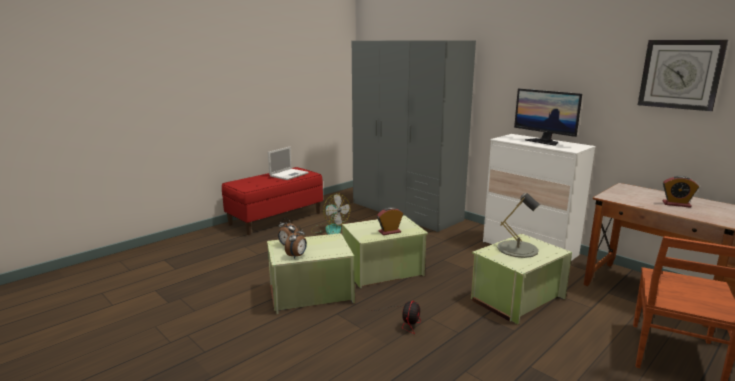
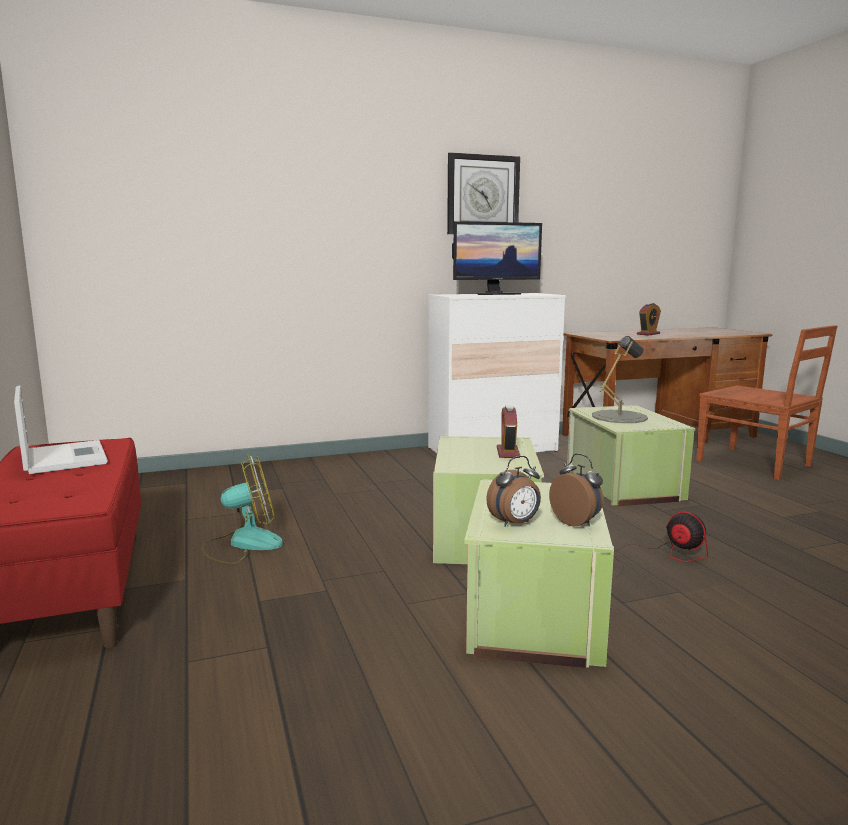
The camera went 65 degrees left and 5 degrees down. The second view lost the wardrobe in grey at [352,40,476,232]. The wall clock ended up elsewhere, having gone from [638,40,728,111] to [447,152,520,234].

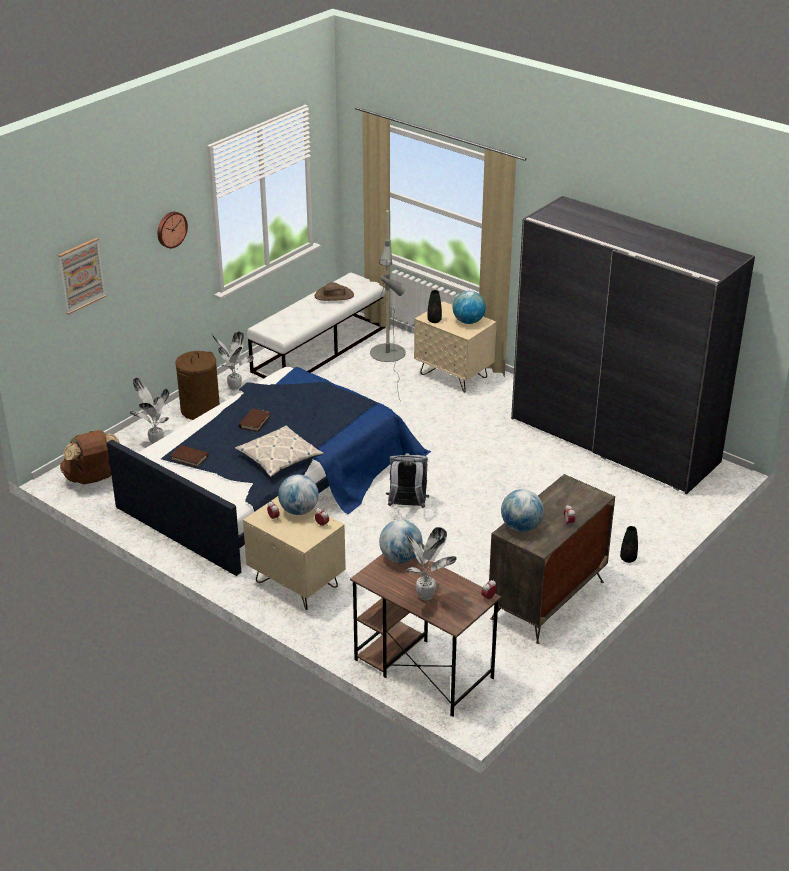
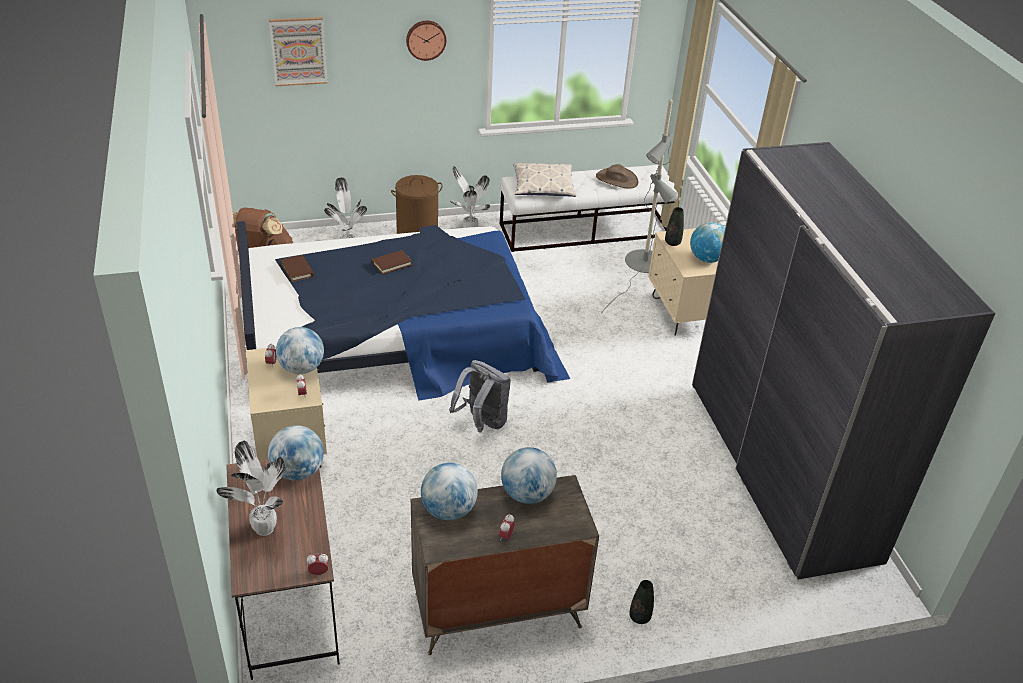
The camera went 35 degrees right and 5 degrees up. The pillow ended up elsewhere, having gone from [235,425,324,477] to [513,163,576,197]. The second view gained the globe at [501,447,557,504].

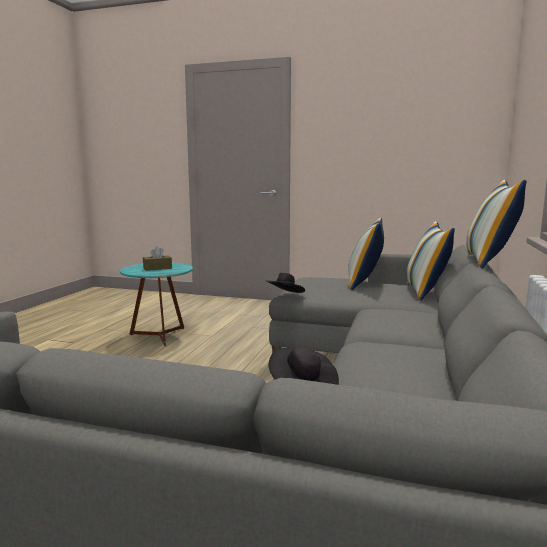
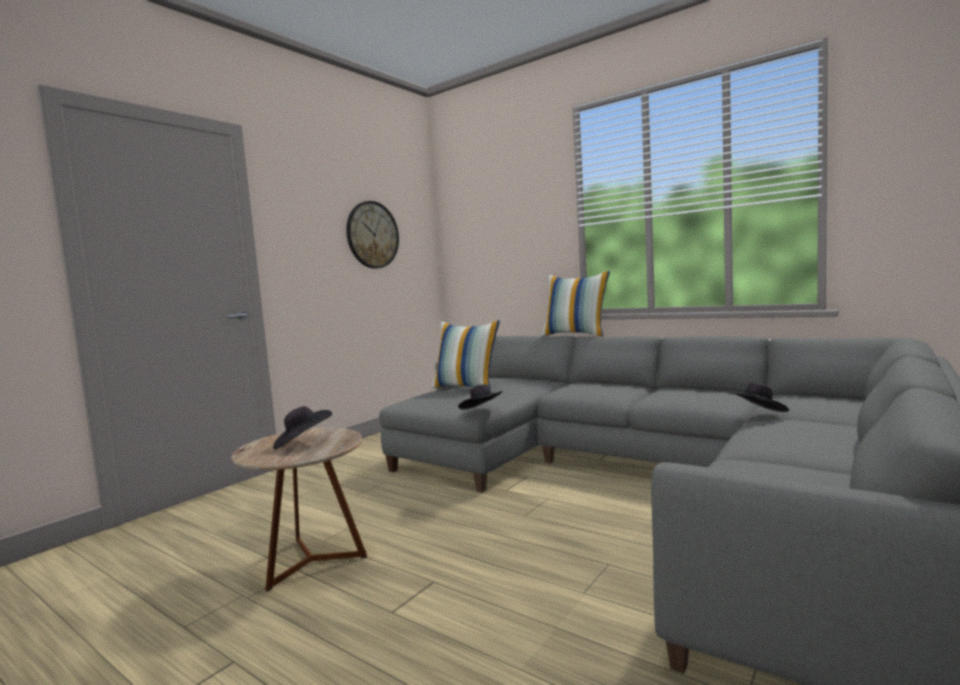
The camera went 70 degrees left and 5 degrees down. The second view lost the pillow at [407,221,455,301]. Where the tissue box in brown stood at [143,247,172,271], the hat in black came to stand at [273,406,332,450]. What was the side table in turquoise at [120,263,193,346] turned into the side table in brown at [231,428,367,592]. The second view gained the wall clock at [346,201,399,269].

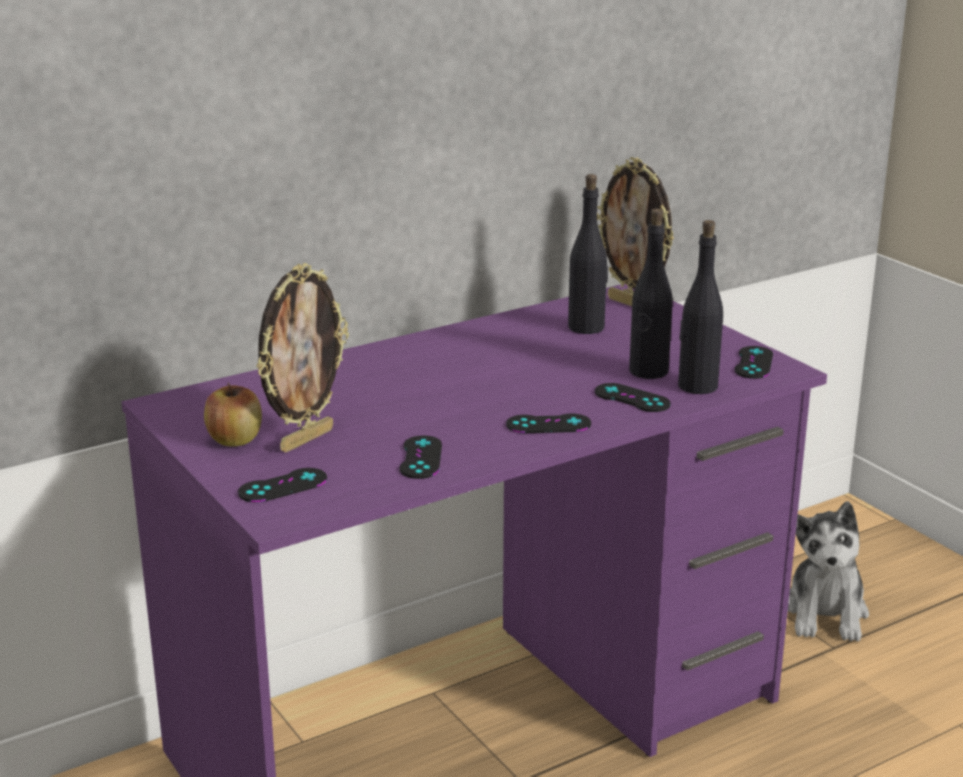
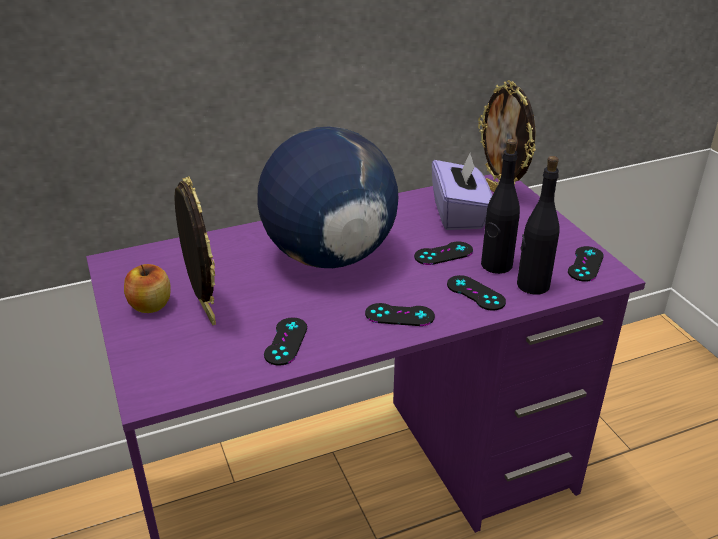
The camera went 10 degrees right and 10 degrees up. Where the bottle in black stood at [568,174,608,334], the tissue box in purple came to stand at [432,151,492,230]. The picture frame at [256,263,349,453] ended up facing another way, 75 degrees counterclockwise from before. The game controller in black ended up elsewhere, having gone from [238,468,327,503] to [414,241,473,265]. The second view lost the plush toy at [788,501,869,642]. The second view gained the globe at [258,126,398,268].

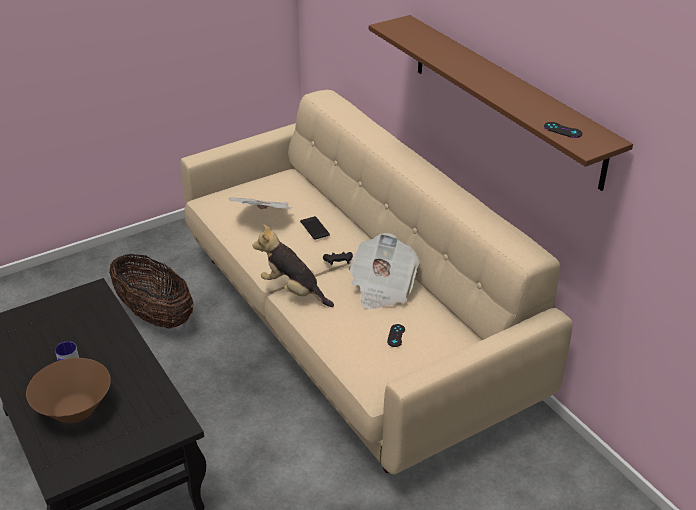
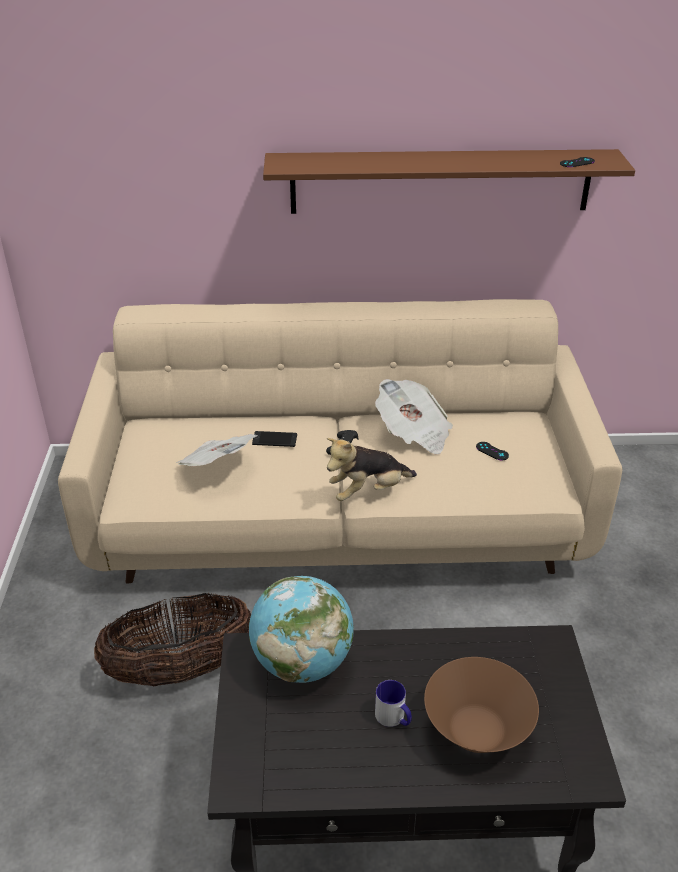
The camera went 60 degrees left and 0 degrees up. The second view gained the globe at [249,576,354,683].

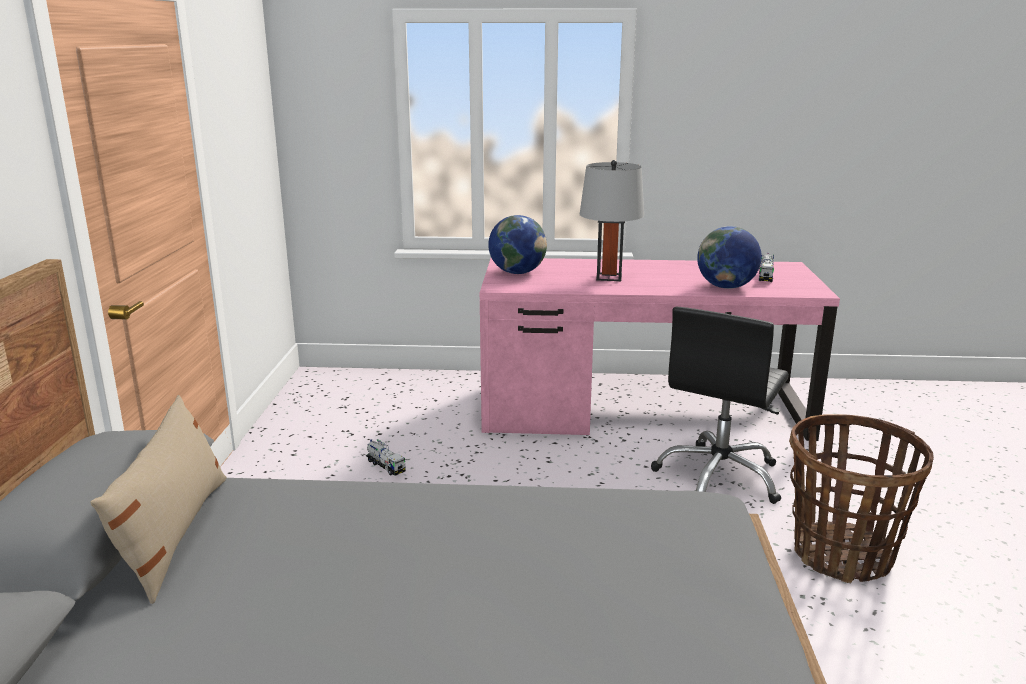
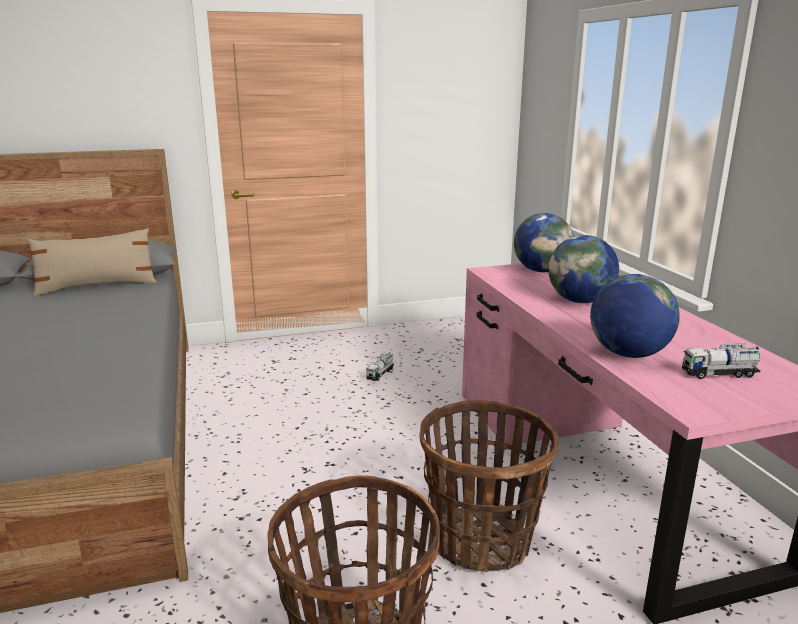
The camera went 70 degrees right and 0 degrees up. Where the table lamp in grey stood at [580,160,644,281], the globe came to stand at [548,235,619,303]. Where the office chair in black stood at [651,307,789,504], the basket came to stand at [420,400,559,572].

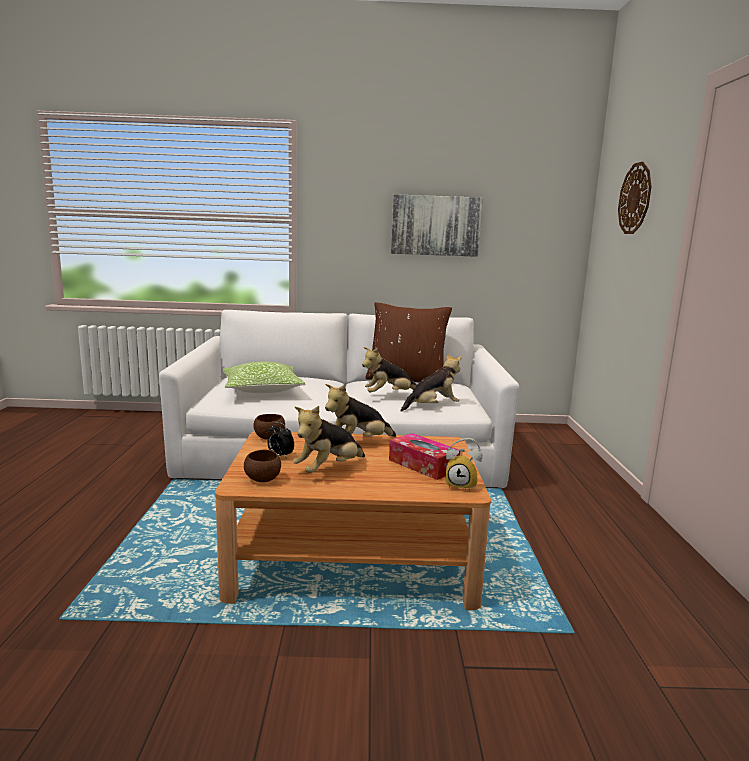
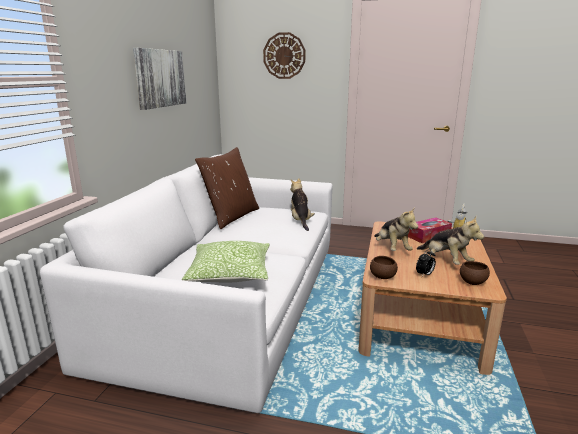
The camera went 75 degrees left and 5 degrees up. The second view lost the plush toy at [362,347,417,392].

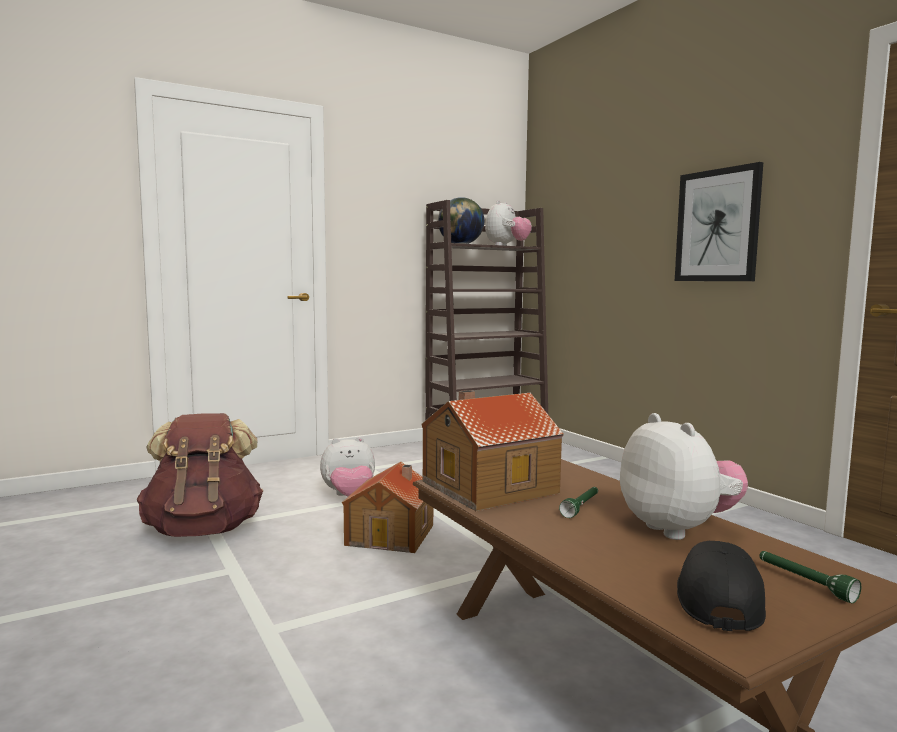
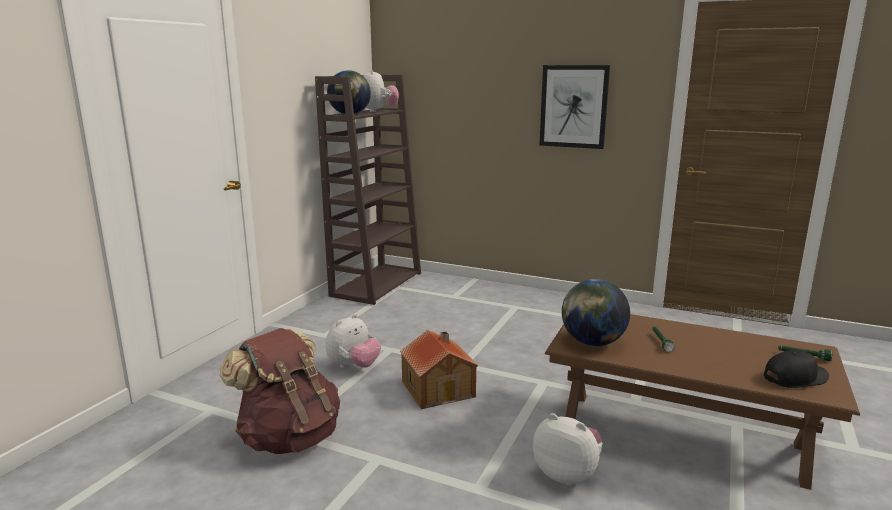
The camera went 35 degrees left and 10 degrees up. Where the toy house stood at [421,390,564,511], the globe came to stand at [562,279,630,346]. The plush toy ended up elsewhere, having gone from [620,413,748,540] to [533,413,603,487]. The cap in black at [677,541,766,631] ended up facing another way, 90 degrees clockwise from before.

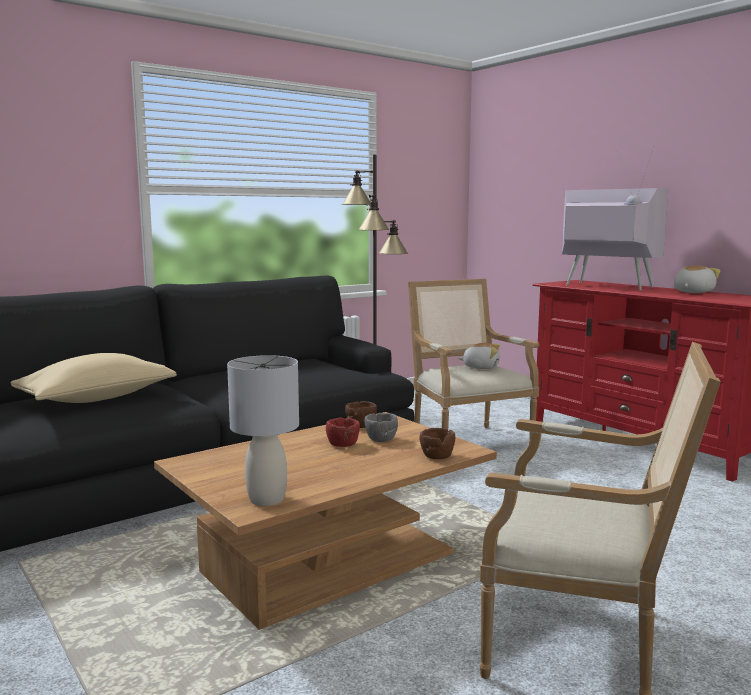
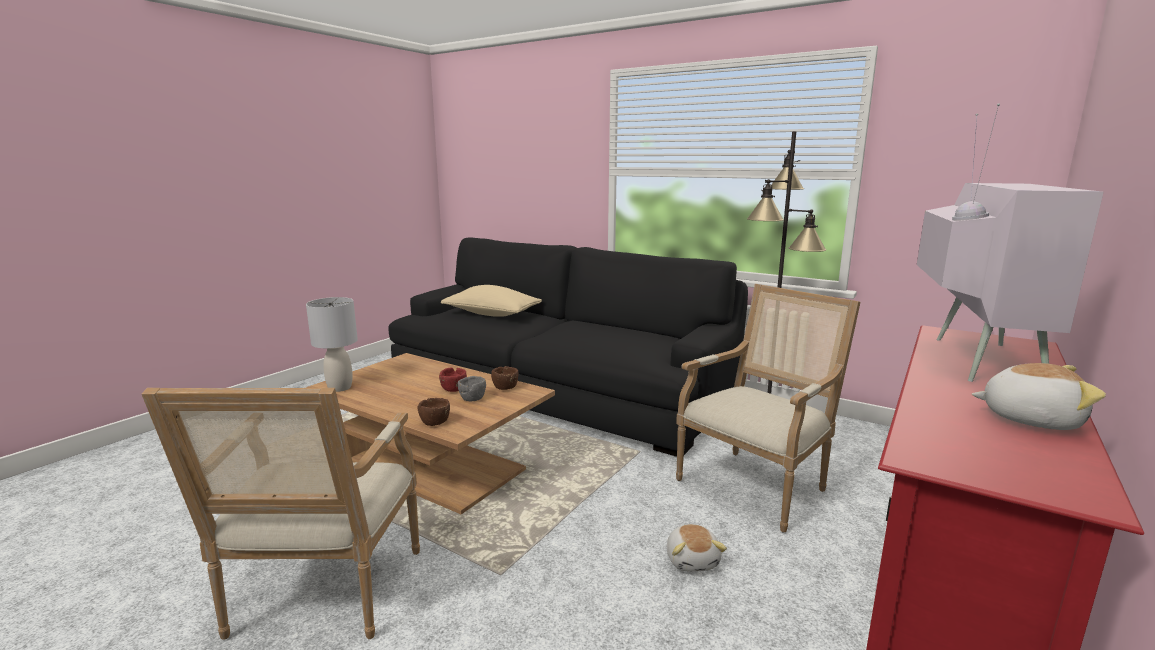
The camera went 70 degrees right and 5 degrees up. The plush toy ended up elsewhere, having gone from [458,343,500,369] to [667,524,727,572].

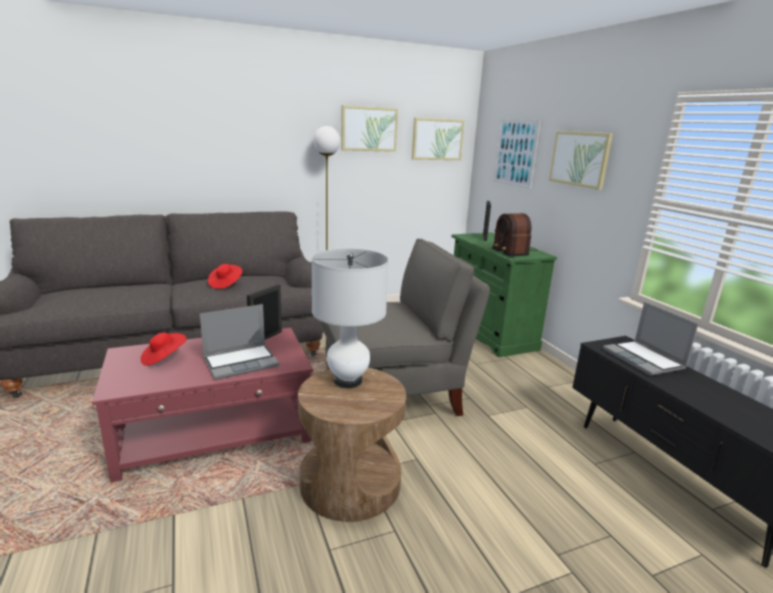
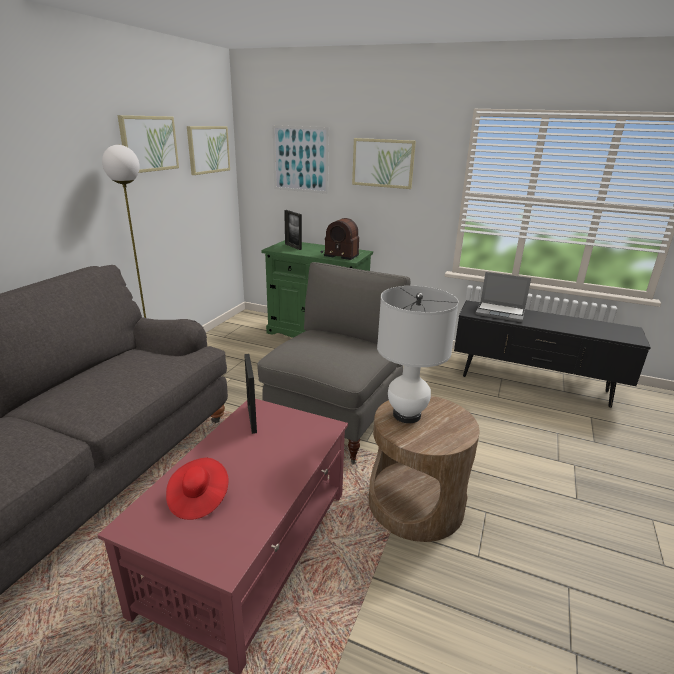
The camera went 45 degrees left and 5 degrees up. The second view lost the hat in red at [208,264,242,289]. The second view lost the laptop at [200,304,279,380].

